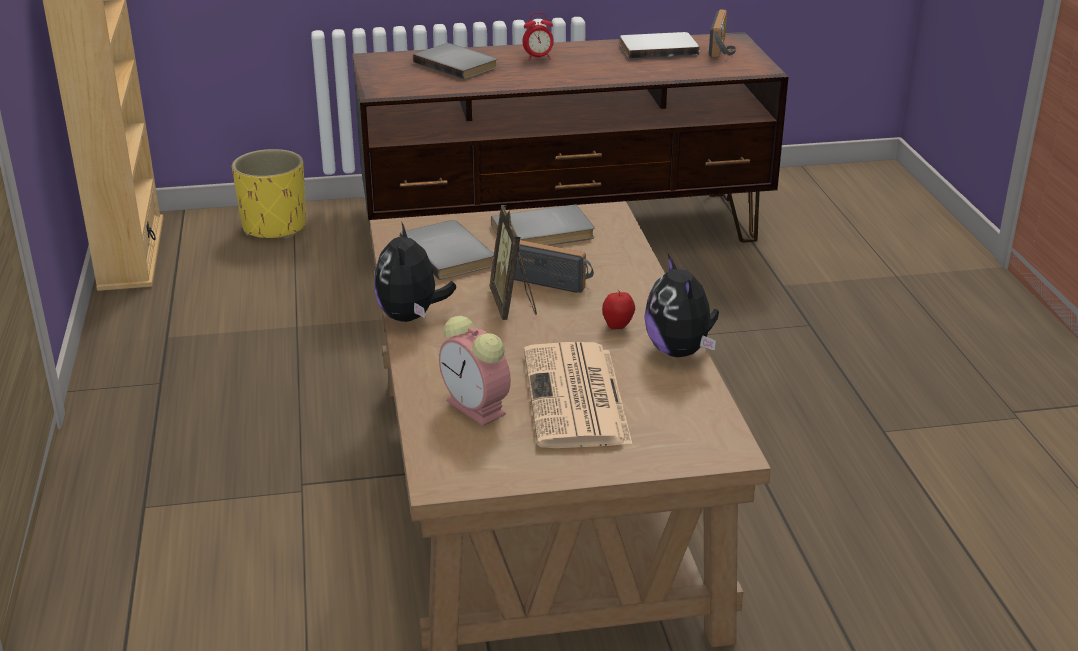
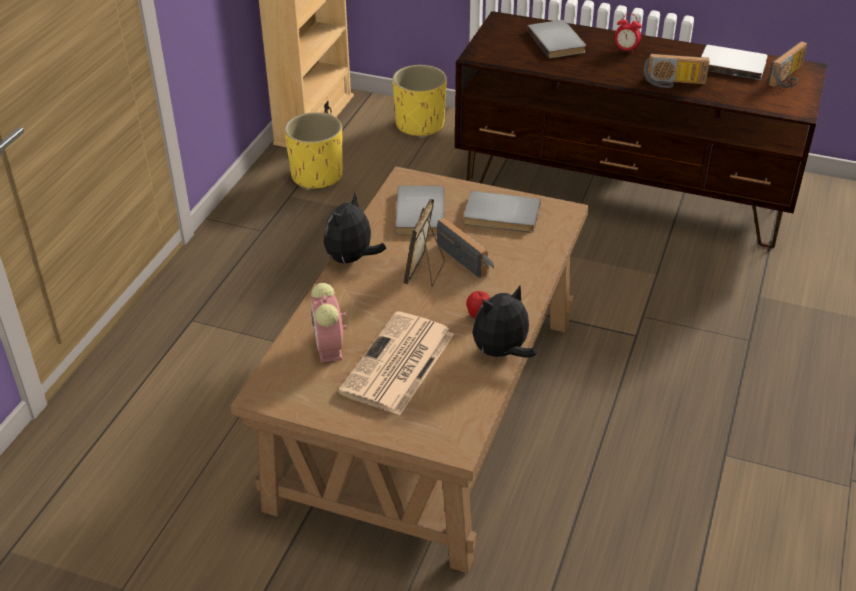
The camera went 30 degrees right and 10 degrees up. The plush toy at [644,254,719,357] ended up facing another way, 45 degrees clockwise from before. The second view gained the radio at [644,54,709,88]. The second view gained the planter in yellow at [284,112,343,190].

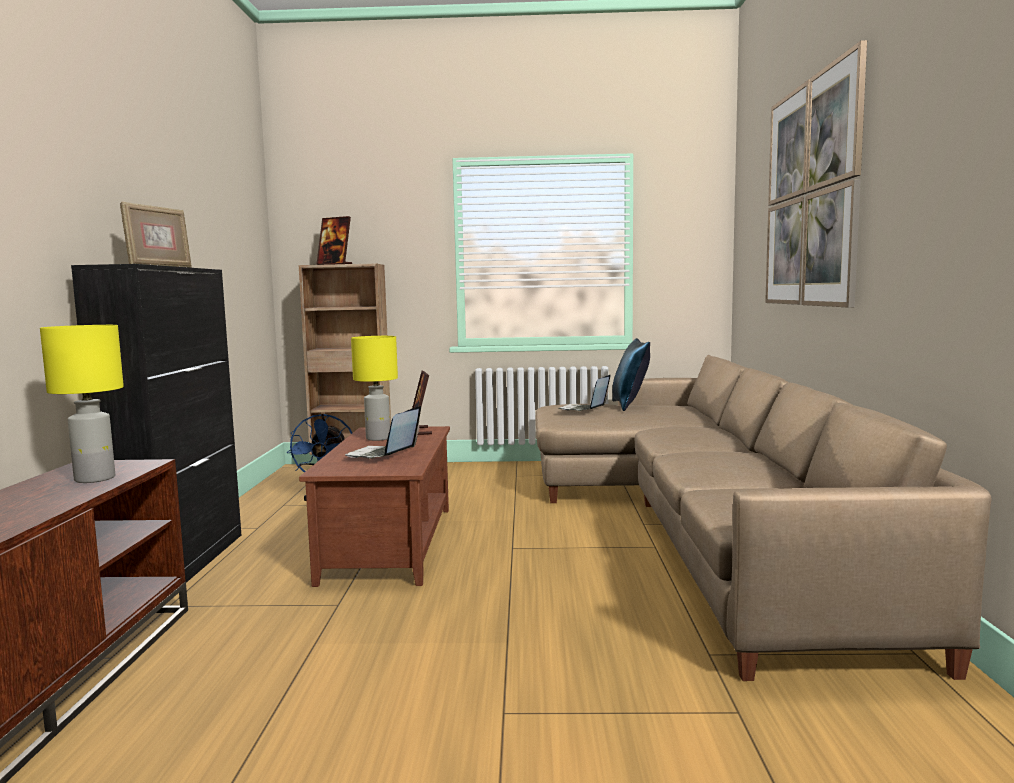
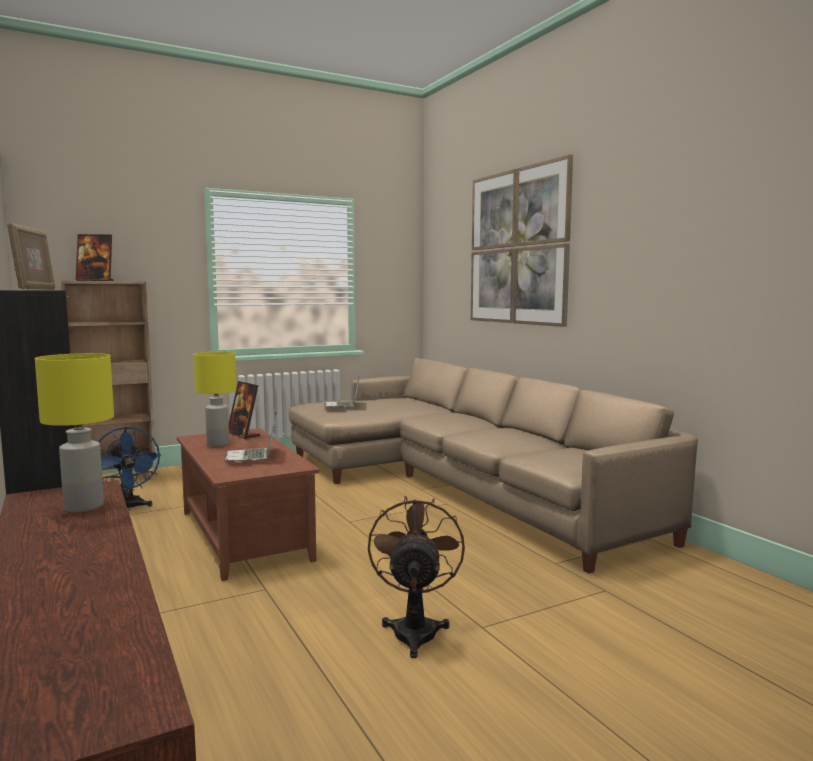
The camera went 30 degrees left and 0 degrees up. The second view lost the pillow in blue at [612,338,650,411]. The second view gained the fan in brown at [368,496,465,658].

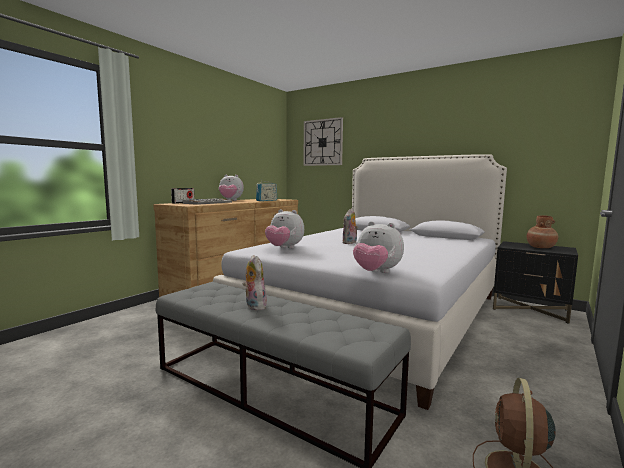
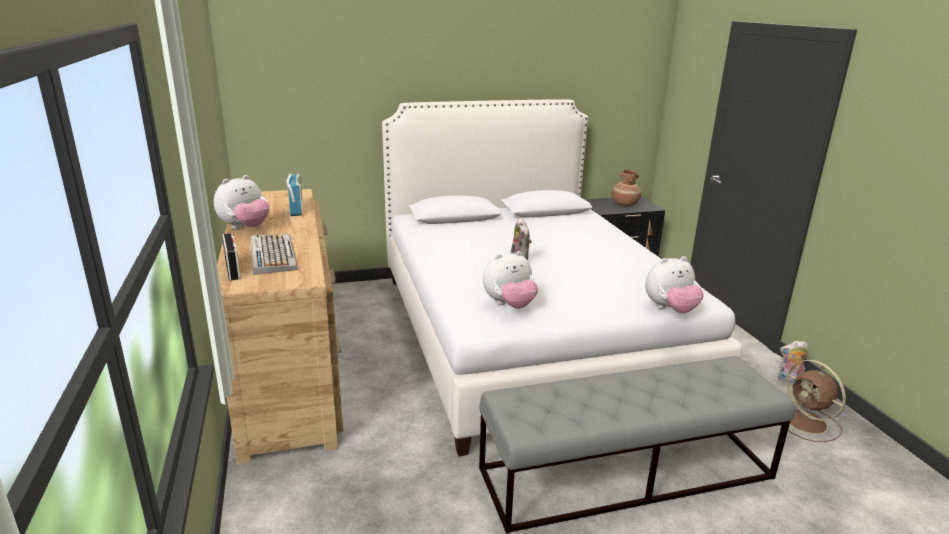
The camera went 50 degrees left and 15 degrees up. The second view lost the wall clock at [303,117,343,166]. The plush toy ended up elsewhere, having gone from [243,255,267,310] to [778,341,809,384].

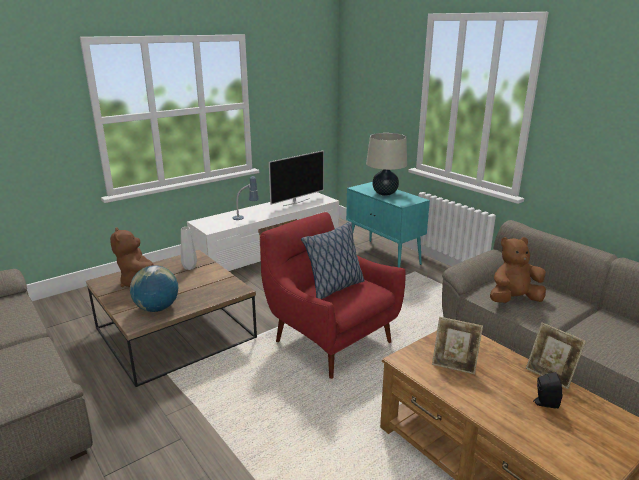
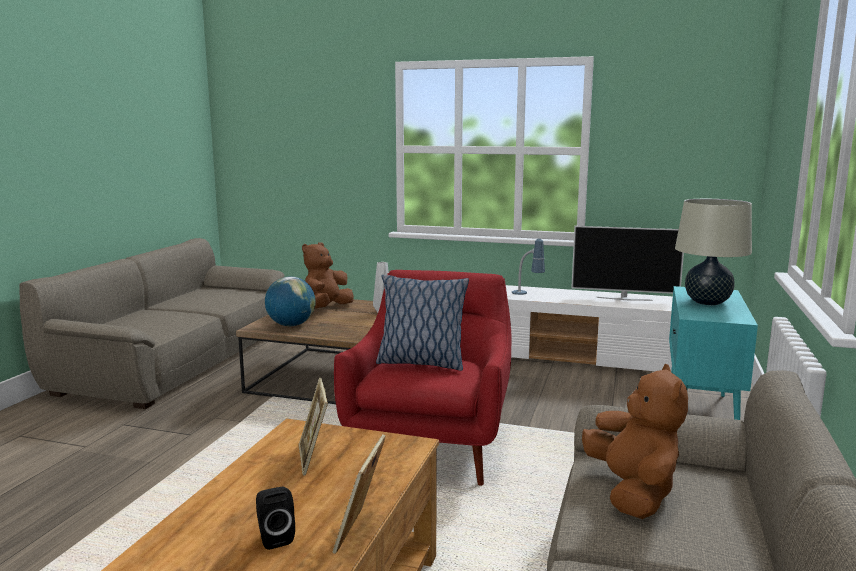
The camera went 55 degrees right and 10 degrees down. The plush toy in brown at [490,237,546,303] ended up facing another way, 45 degrees clockwise from before.

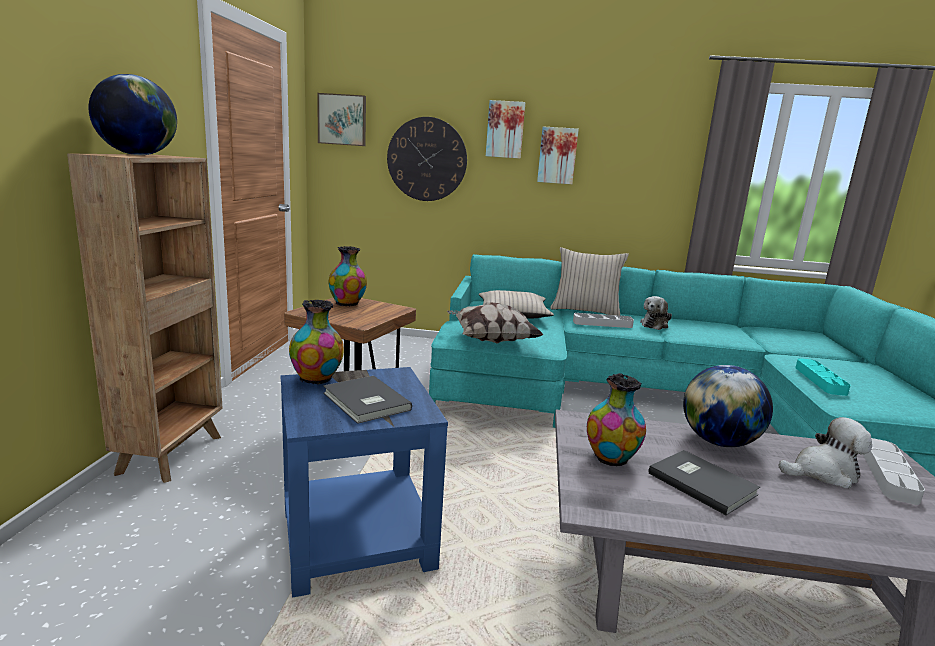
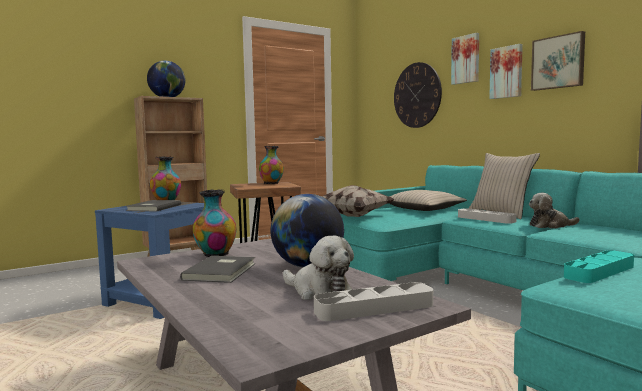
The camera went 50 degrees right and 10 degrees down. The picture ended up elsewhere, having gone from [317,93,366,146] to [531,31,585,91].

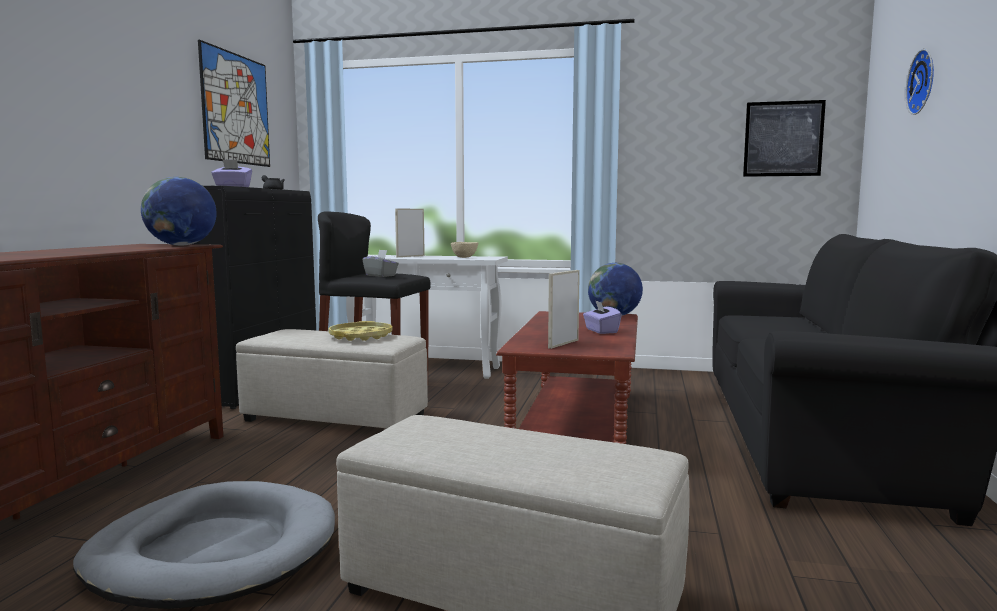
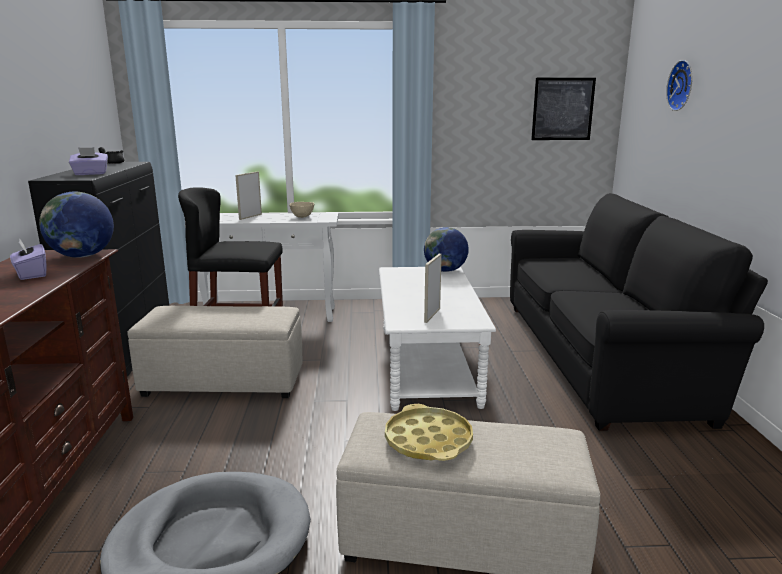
The camera went 15 degrees left and 10 degrees up. The second view lost the picture at [198,40,270,167]. The second view lost the tissue box in grey at [362,250,399,277]. The tissue box in purple ended up elsewhere, having gone from [583,300,622,334] to [10,239,46,280]. What was the coffee table in brown at [496,311,638,444] turned into the coffee table in white at [379,267,496,411]. The tray in yellow ended up elsewhere, having gone from [328,321,393,341] to [385,404,473,461].

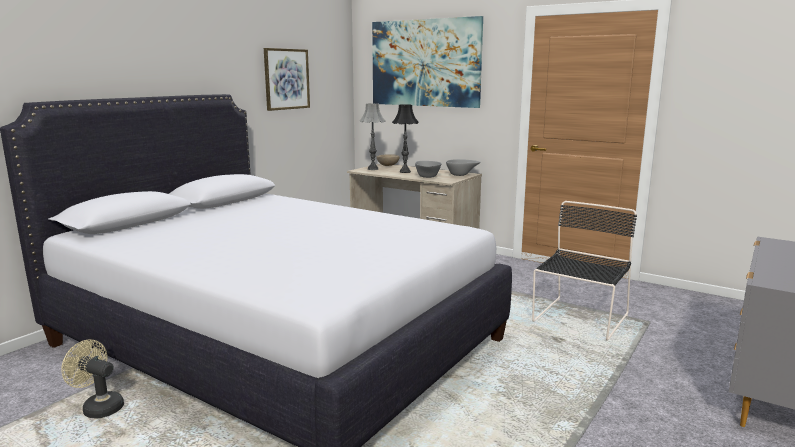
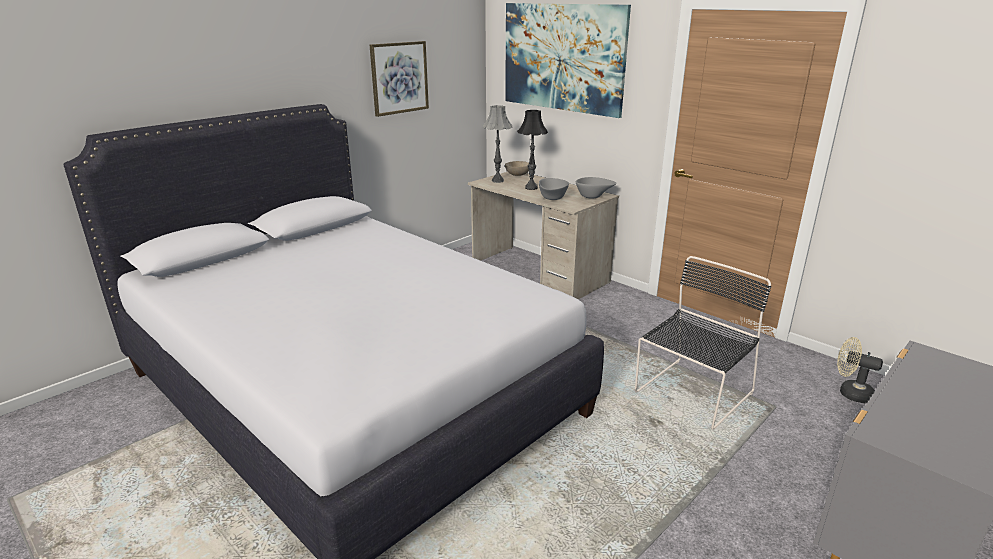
The camera went 10 degrees right and 10 degrees up. The fan in beige ended up elsewhere, having gone from [61,340,124,418] to [837,337,883,403].

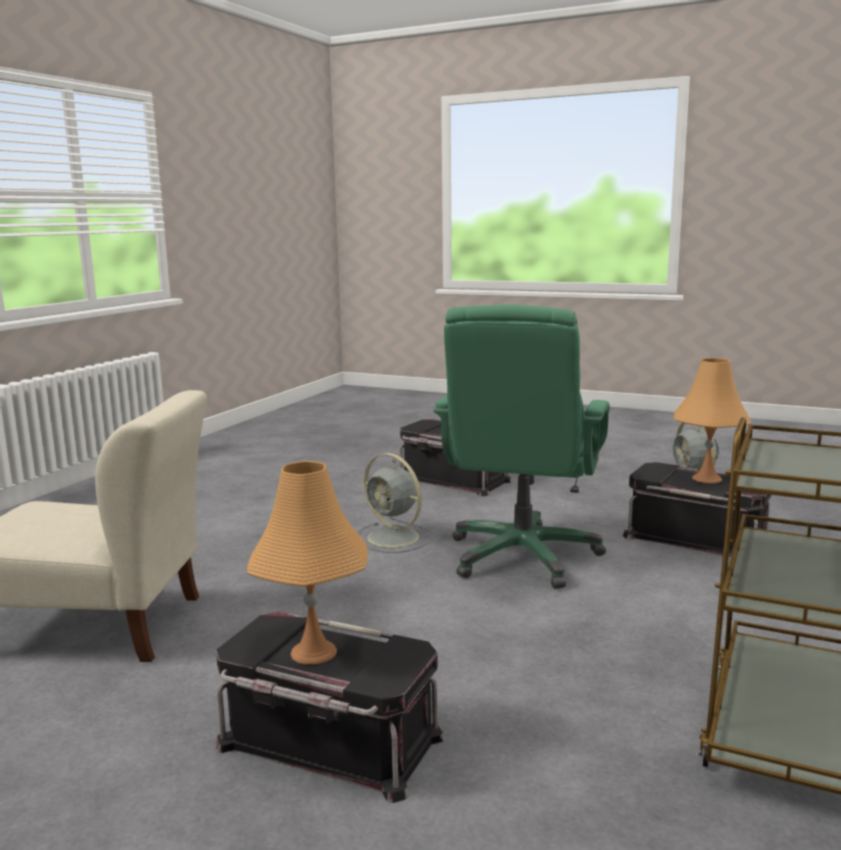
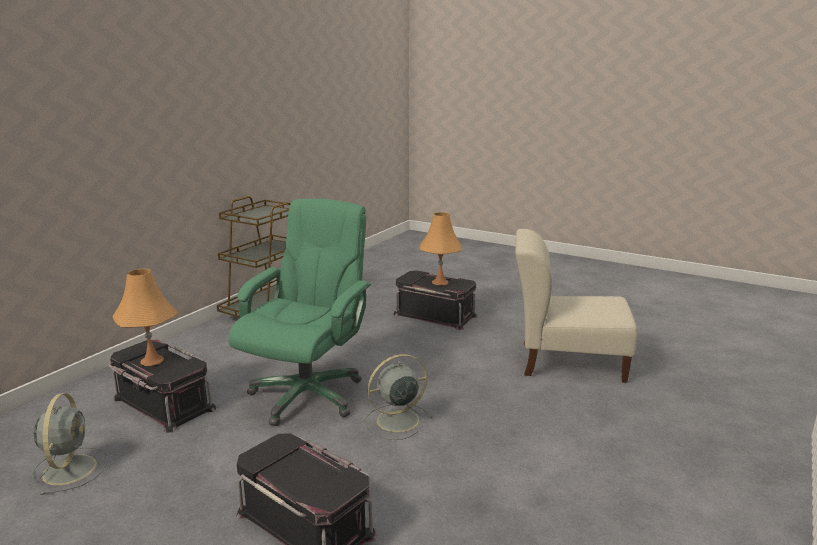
The camera went 175 degrees left and 5 degrees up. The fan in grey at [358,453,434,553] ended up facing another way, 75 degrees counterclockwise from before.

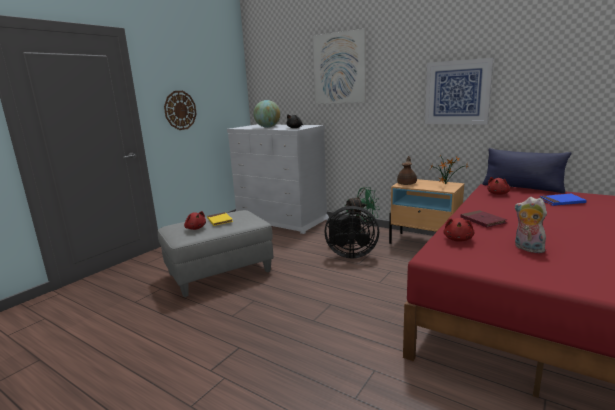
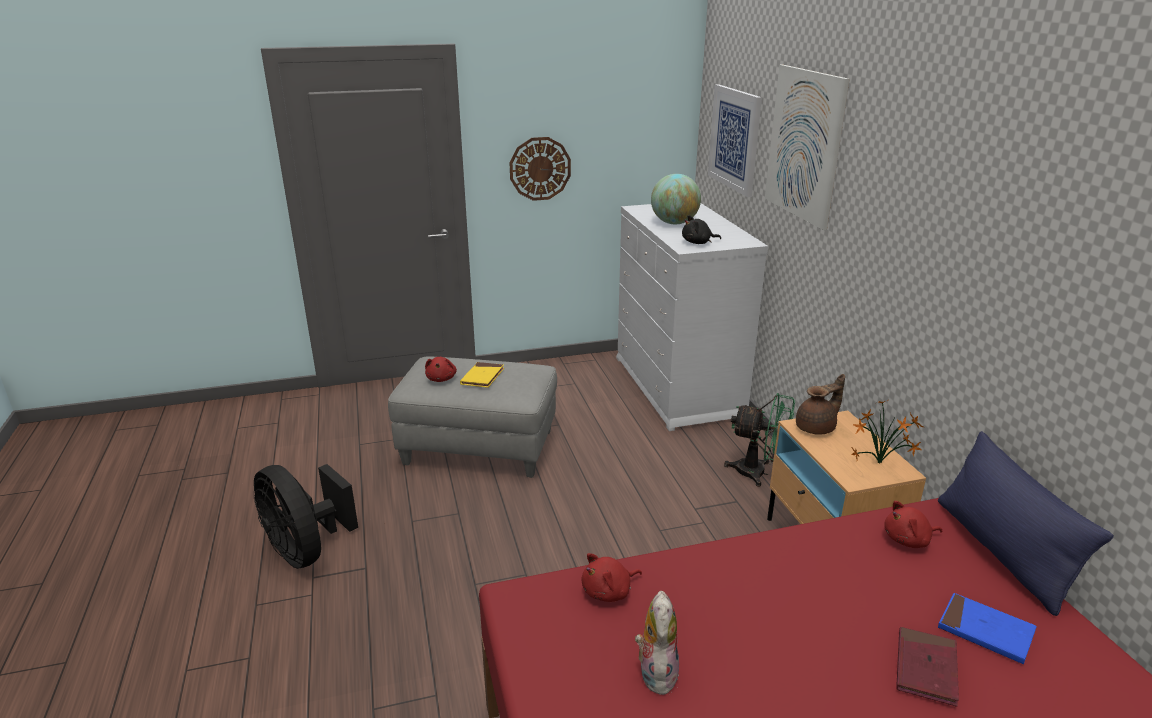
The camera went 40 degrees right and 10 degrees up. The picture ended up elsewhere, having gone from [425,58,493,125] to [708,84,762,197]. The fan in black ended up elsewhere, having gone from [324,206,379,258] to [254,464,358,569]. The book in red ended up elsewhere, having gone from [460,210,507,227] to [896,627,959,707].

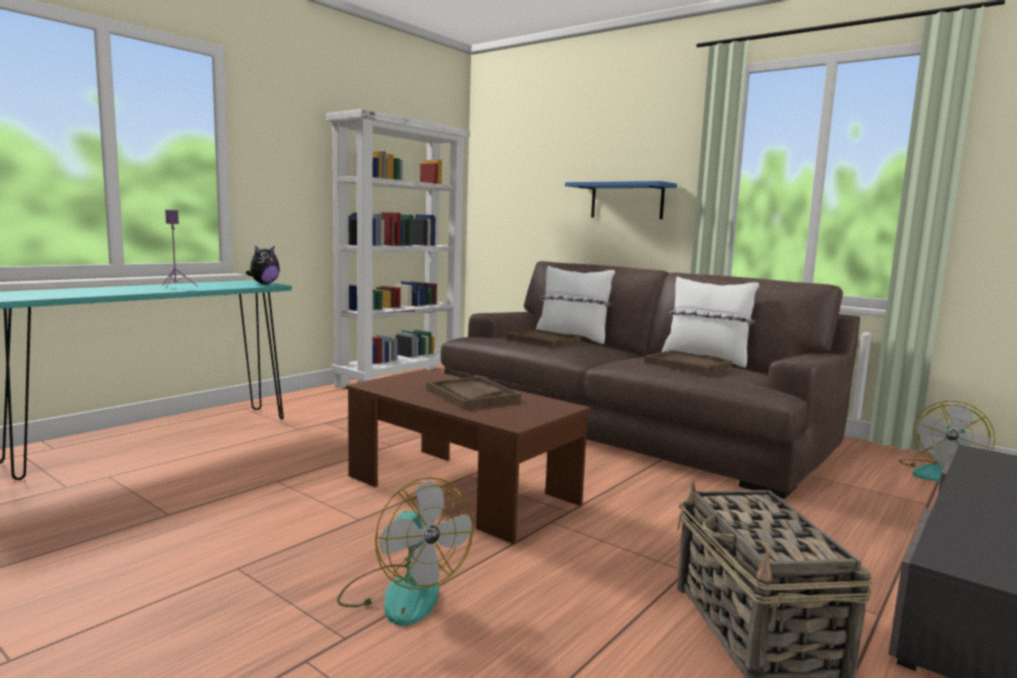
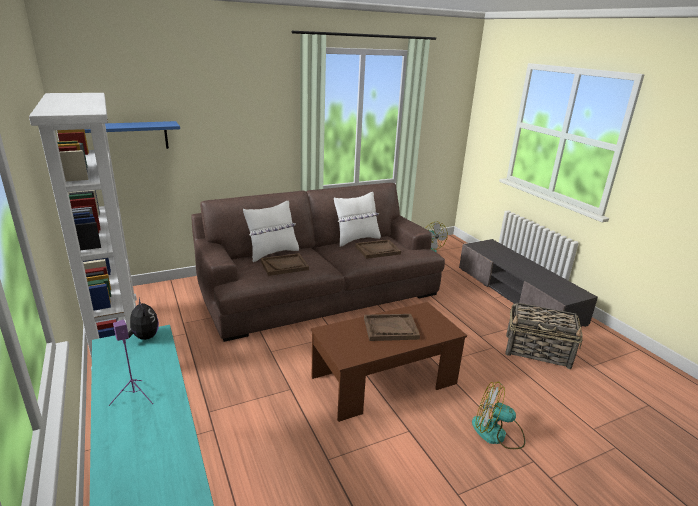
The camera went 65 degrees left and 15 degrees up. The shelf in blue ended up elsewhere, having gone from [565,181,677,219] to [84,121,180,149]. The fan at [337,477,473,626] ended up facing another way, 150 degrees counterclockwise from before.

